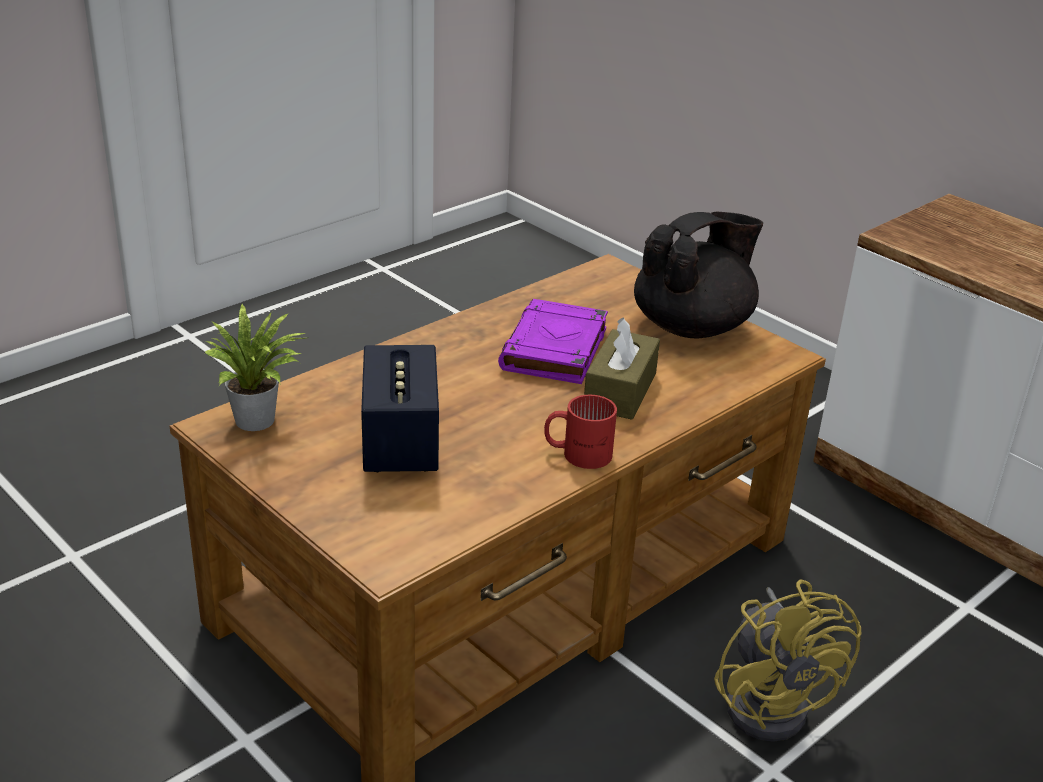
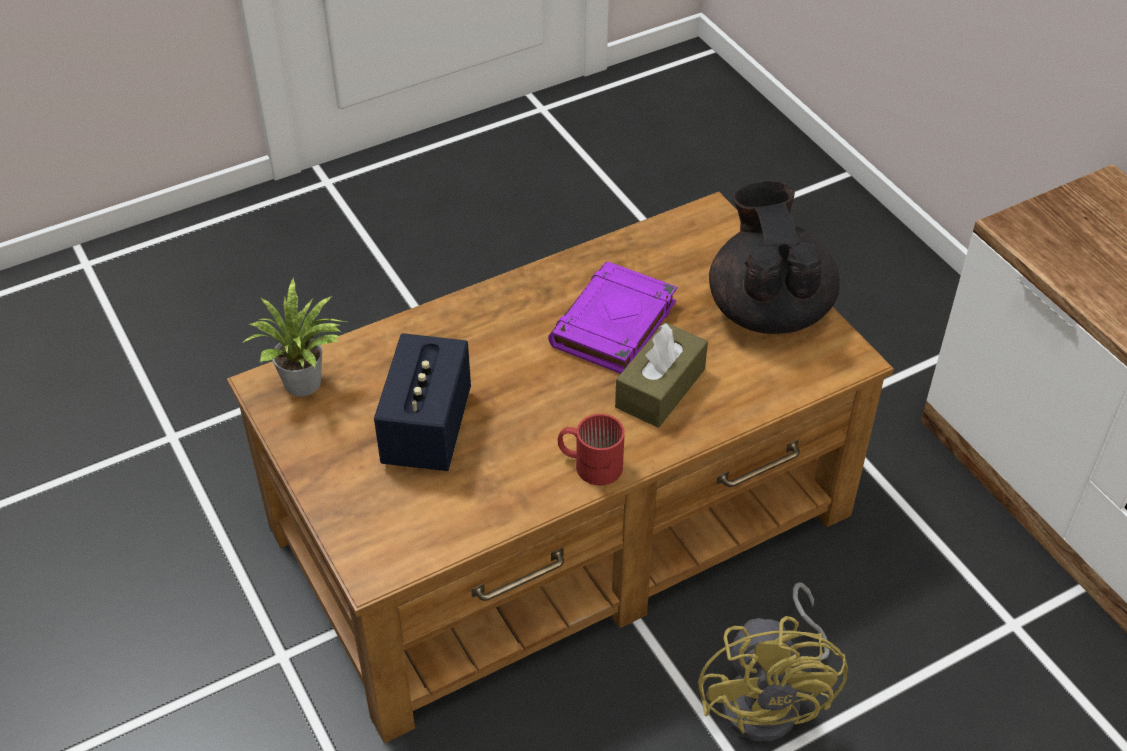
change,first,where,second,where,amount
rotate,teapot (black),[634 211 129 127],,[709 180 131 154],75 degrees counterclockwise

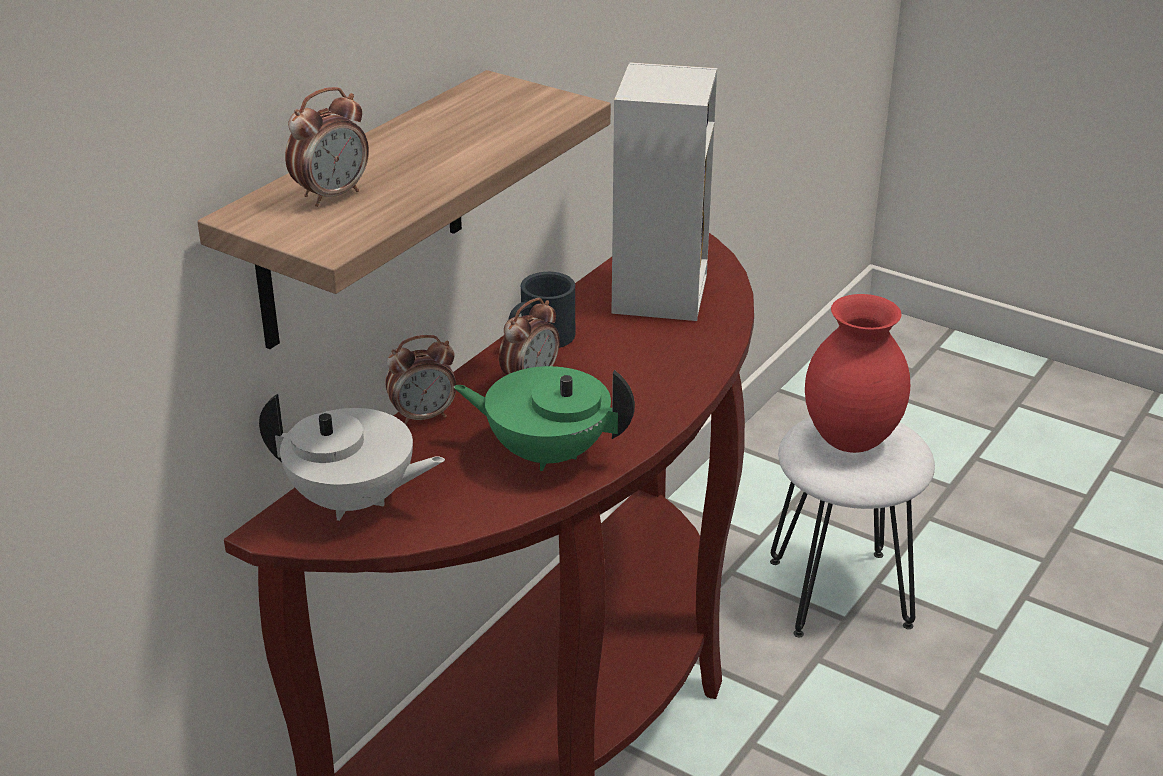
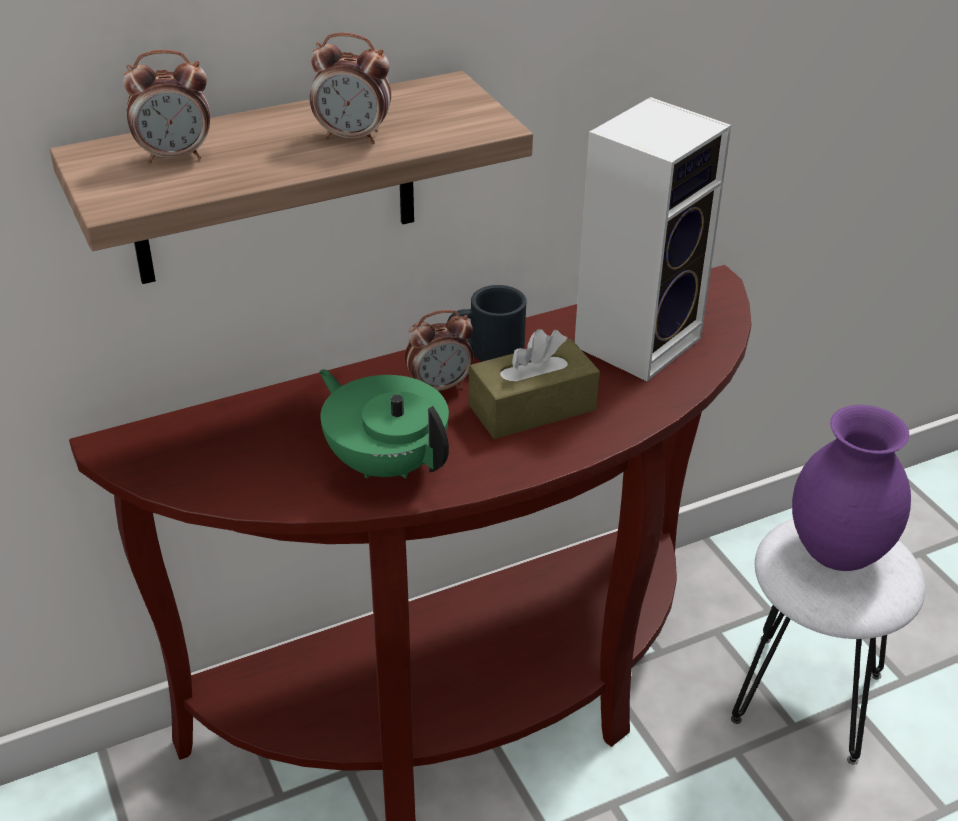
change,first,where,second,where,amount
delete,teapot (white),[259 394 186 127],,,
insert,,,tissue box (brown),[469 329 131 110],
move,alarm clock,[385 335 72 90],,[310 33 81 111],
recolor,vase (red),[805 294 105 159],vase (purple),[792 405 119 166],

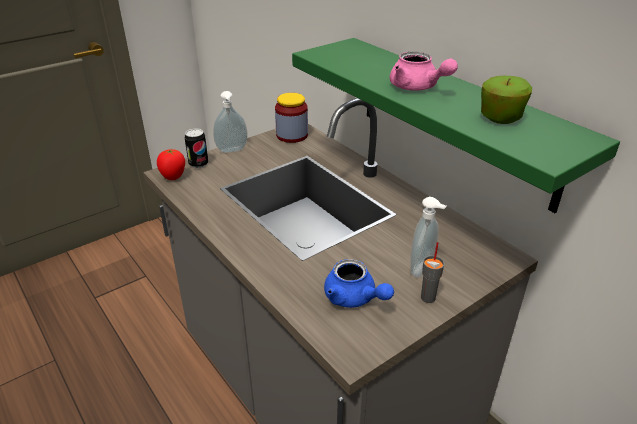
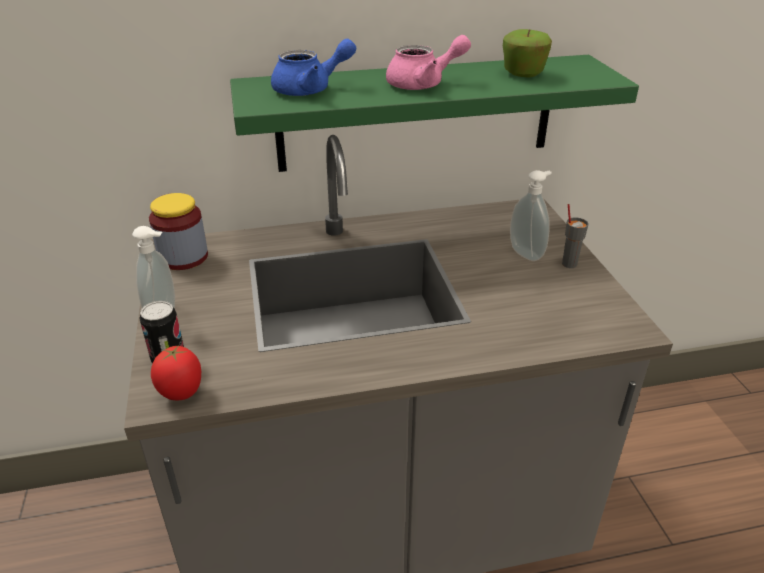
change,first,where,second,where,amount
move,teapot (blue),[324 259 70 49],,[271 39 85 57],

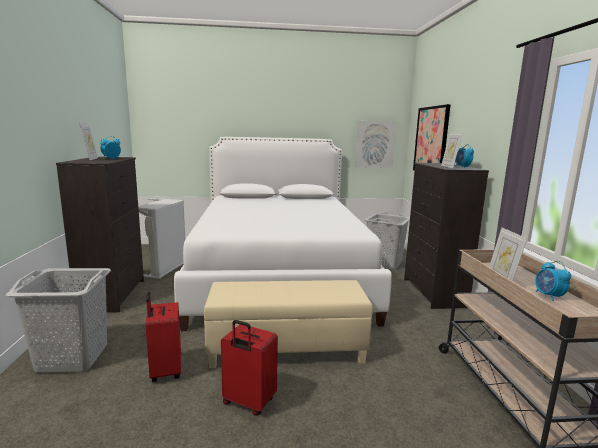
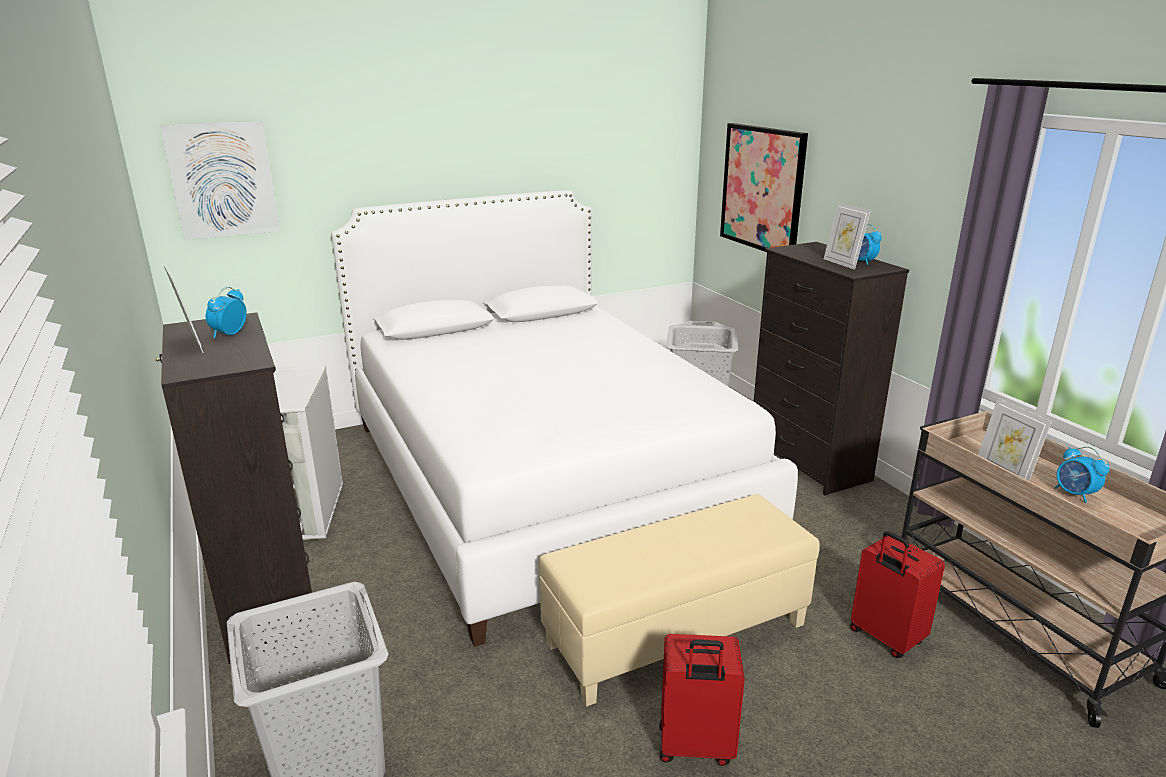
change,first,where,second,where,amount
move,suitcase (red),[145 292 36 90],,[850 531 95 127],
move,picture,[355 121 41 47],,[160 121 120 119],

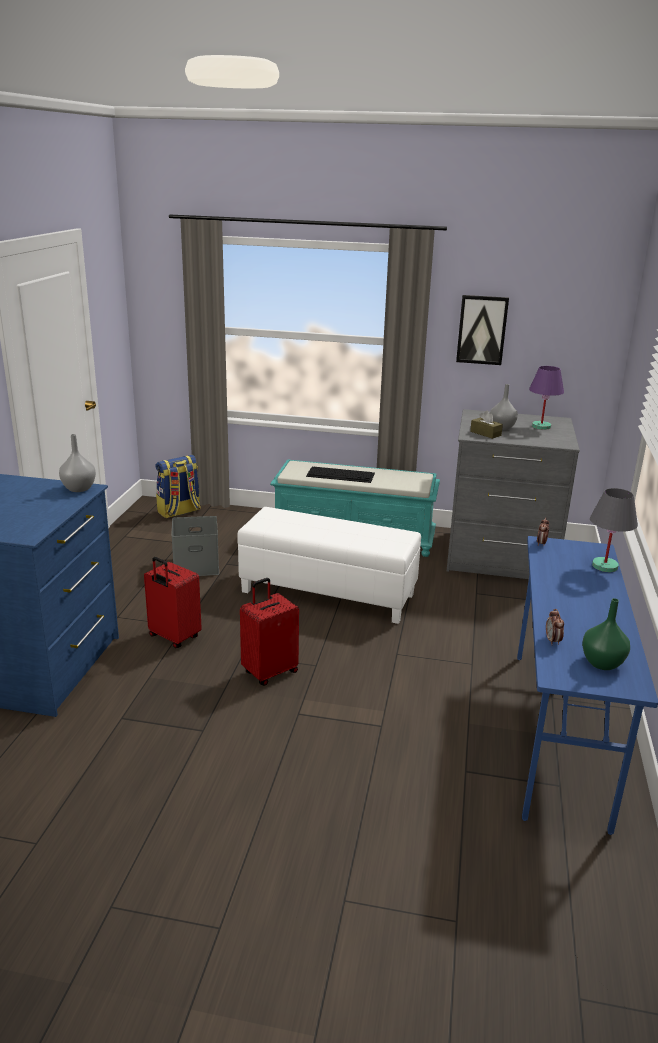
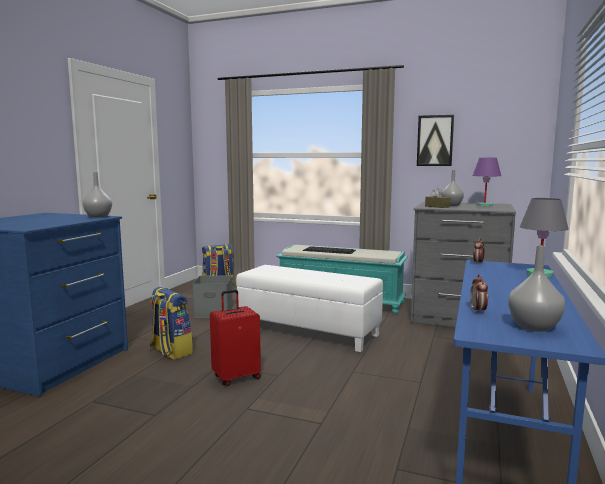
change,first,where,second,where,amount
replace,suitcase (red),[144 557 58 91],backpack,[150 287 43 73],
recolor,vase (green),[582 598 48 72],vase (grey),[508 245 57 87],

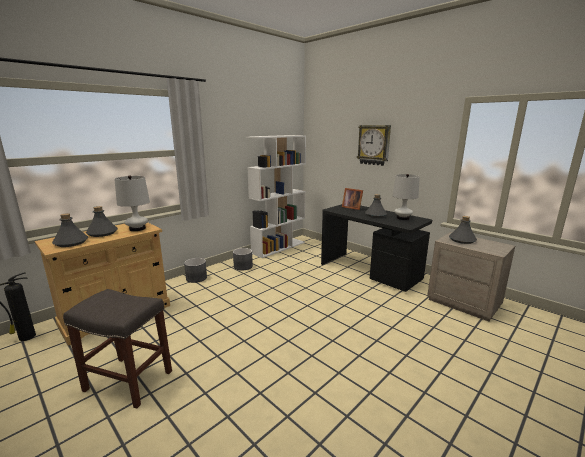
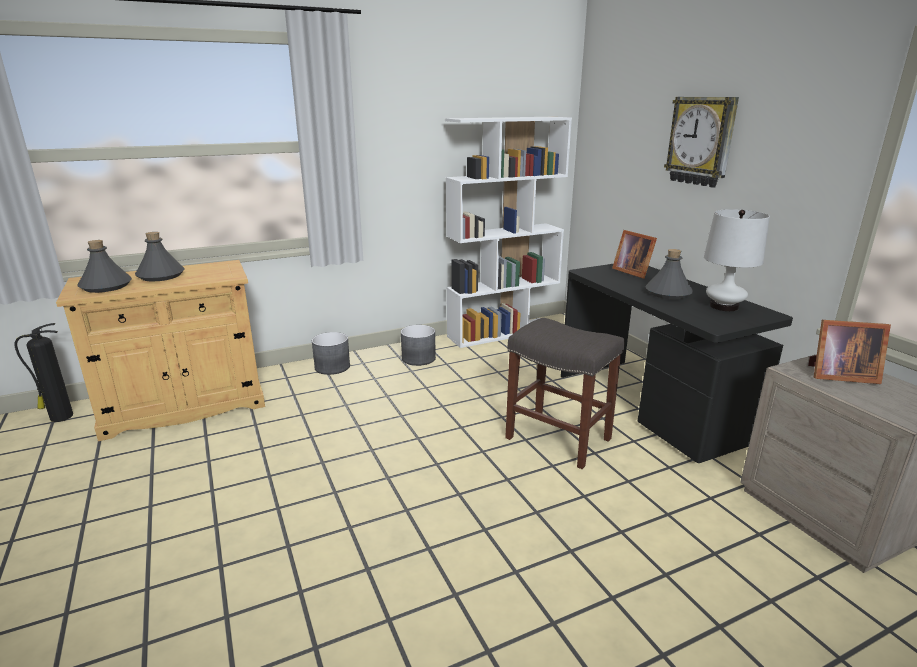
change,first,where,second,where,amount
delete,table lamp (white),[114 175 36 56],,,
move,stool (grey),[63 289 109 120],,[505 318 119 151],
replace,bottle (grey),[449 216 28 28],picture frame,[808 320 83 64],

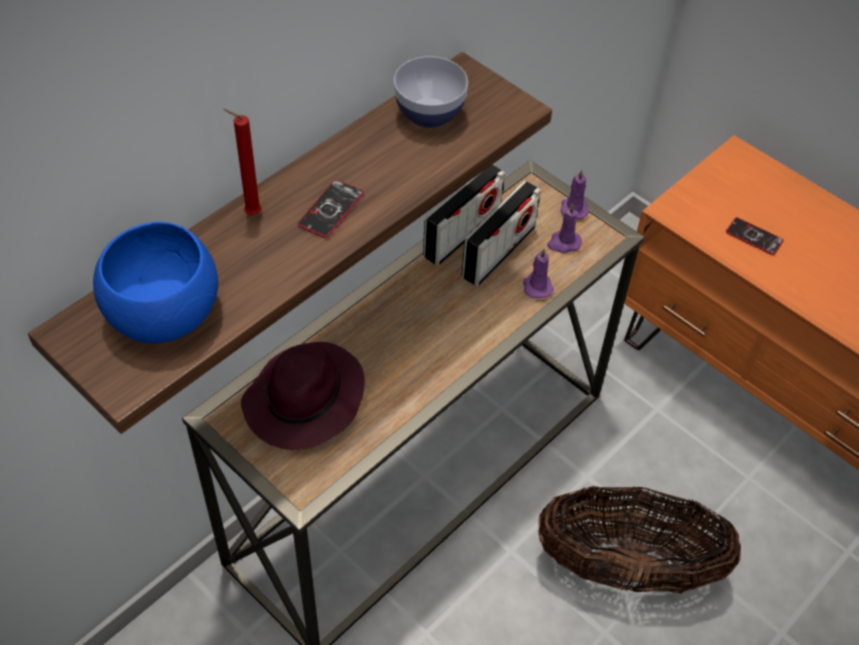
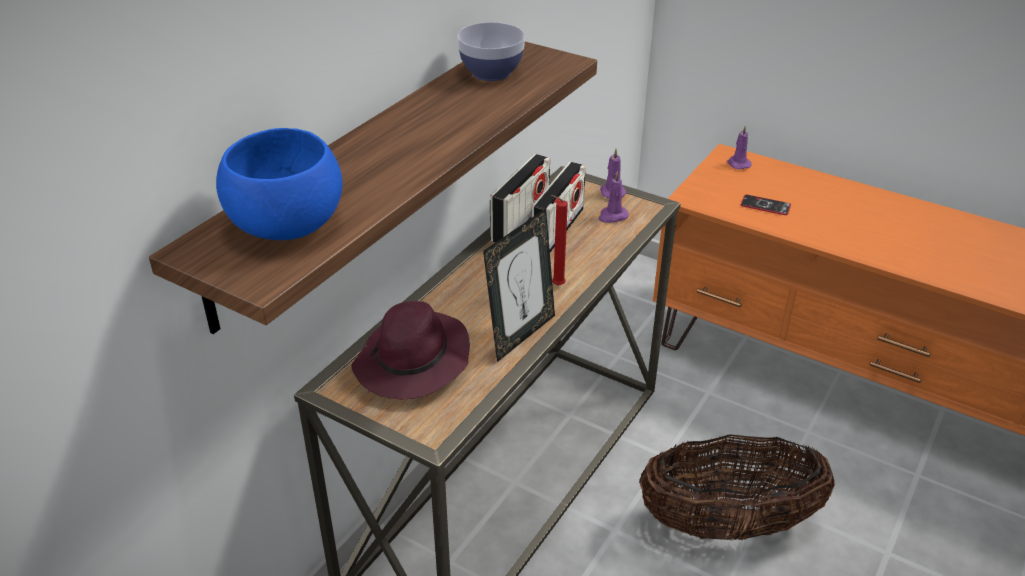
change,first,where,second,where,amount
delete,phone,[298 180 66 58],,,
insert,,,picture frame,[483 208 72 154],
move,candle (red),[223 109 39 106],,[551 195 17 91],
move,candle (purple),[523 248 31 50],,[727 125 25 45],

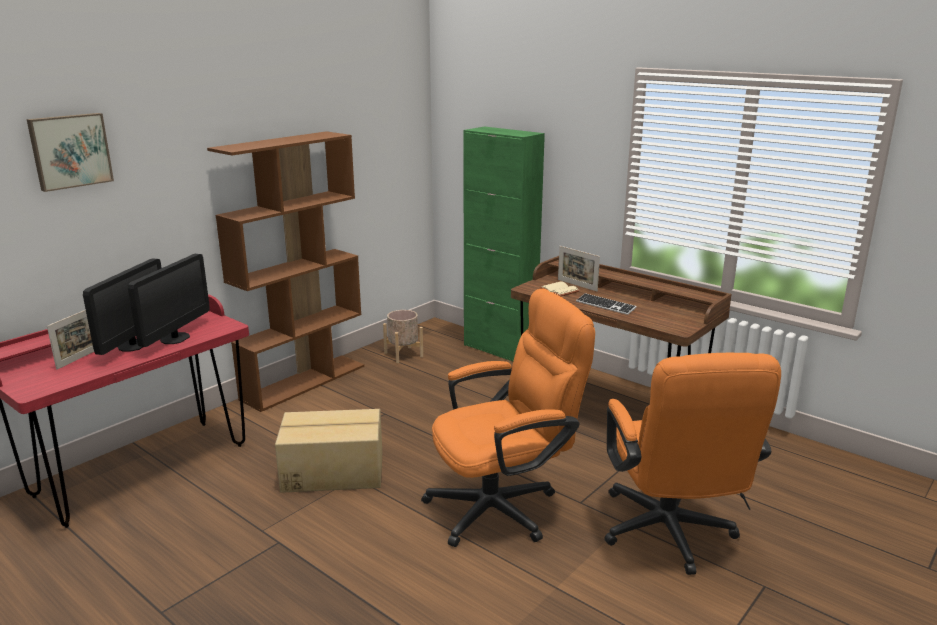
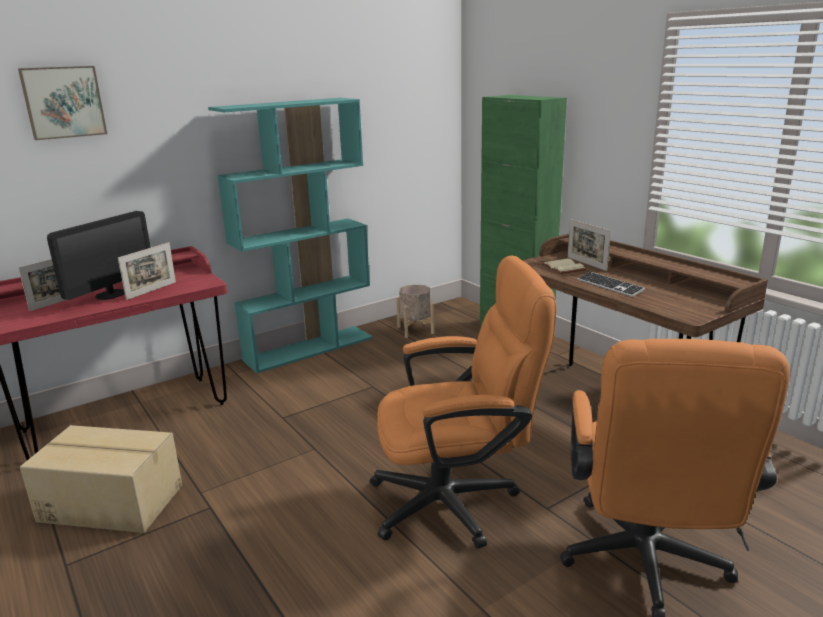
change,first,where,second,where,amount
move,cardboard box,[275 409 107 84],,[20 425 162 108],
replace,monitor,[128 254 82 93],picture frame,[118 242 58 58],
recolor,bookcase (brown),[207 131 157 281],bookcase (turquoise),[208 98 165 275],

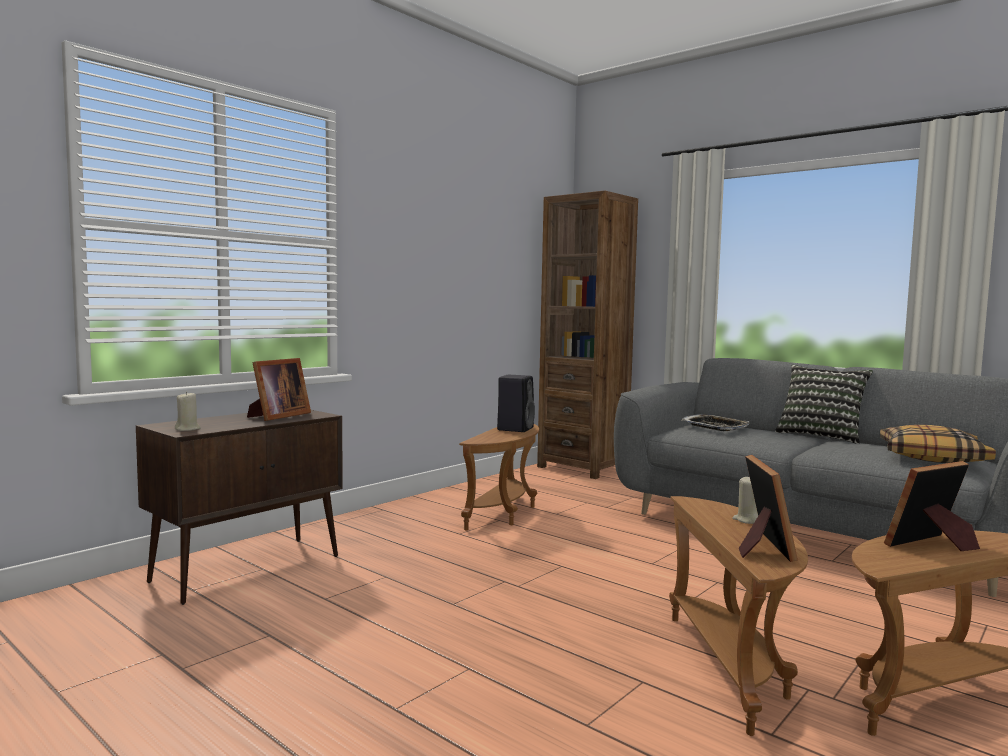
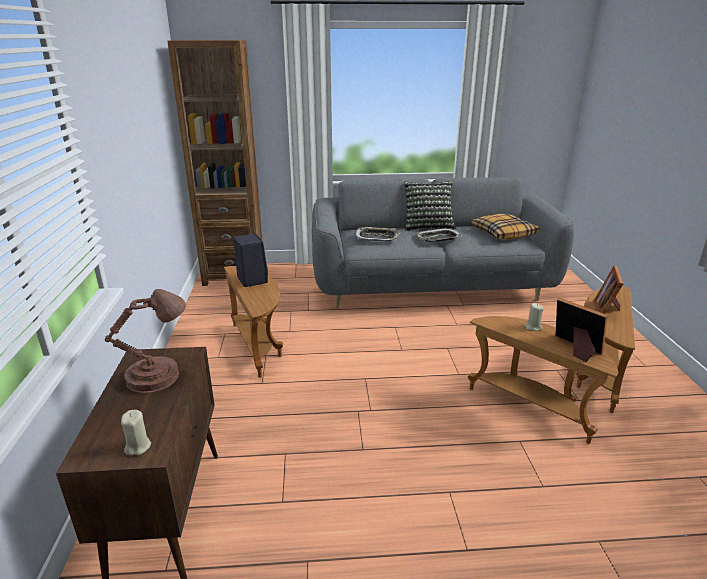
change,first,where,second,where,amount
insert,,,tray,[415 228 47 14],
replace,picture frame,[247 358 64 63],table lamp (brown),[105 289 81 104],

